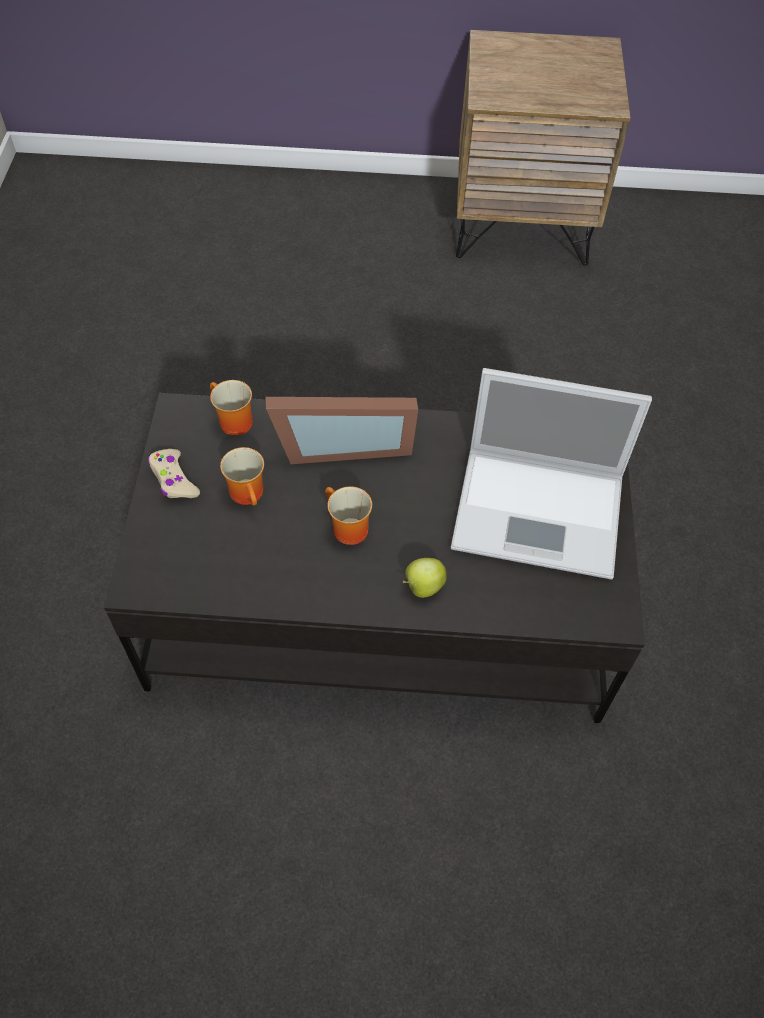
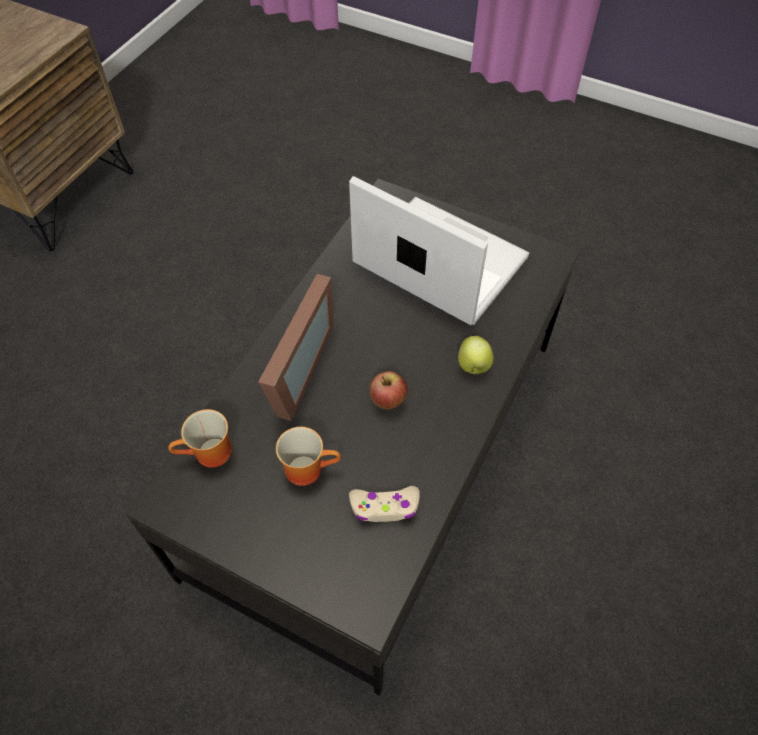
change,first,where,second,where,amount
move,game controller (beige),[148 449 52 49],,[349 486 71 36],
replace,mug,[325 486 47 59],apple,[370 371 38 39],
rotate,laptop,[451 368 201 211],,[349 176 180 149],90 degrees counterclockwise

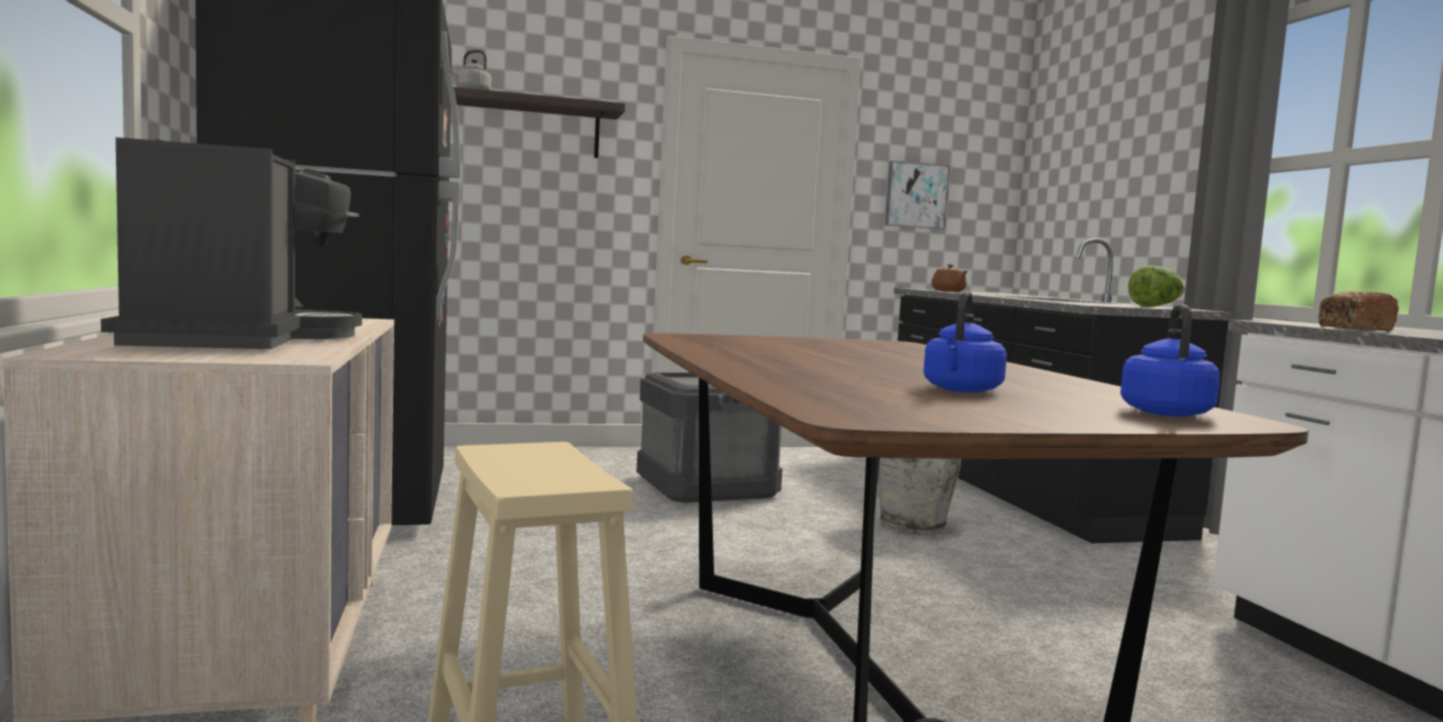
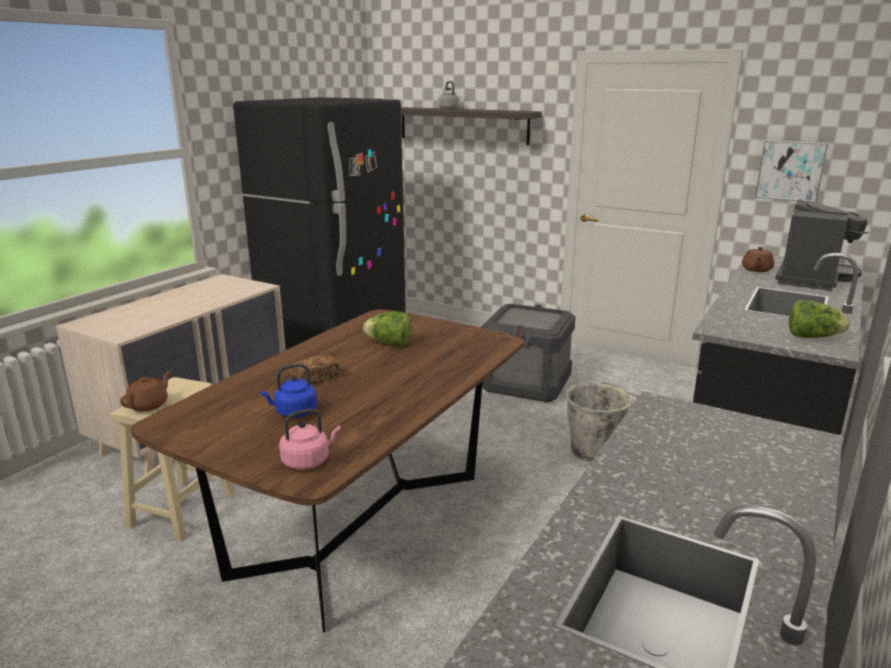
change,first,where,second,where,amount
insert,,,teapot (brown),[120 371 51 41],
insert,,,lettuce,[363 311 48 35],
move,coffee machine,[101 137 261 212],,[775 199 94 92],
move,bread,[1319 291 80 40],,[290 355 49 30],
recolor,kettle (blue),[1120 304 100 113],kettle (pink),[279 409 62 61],

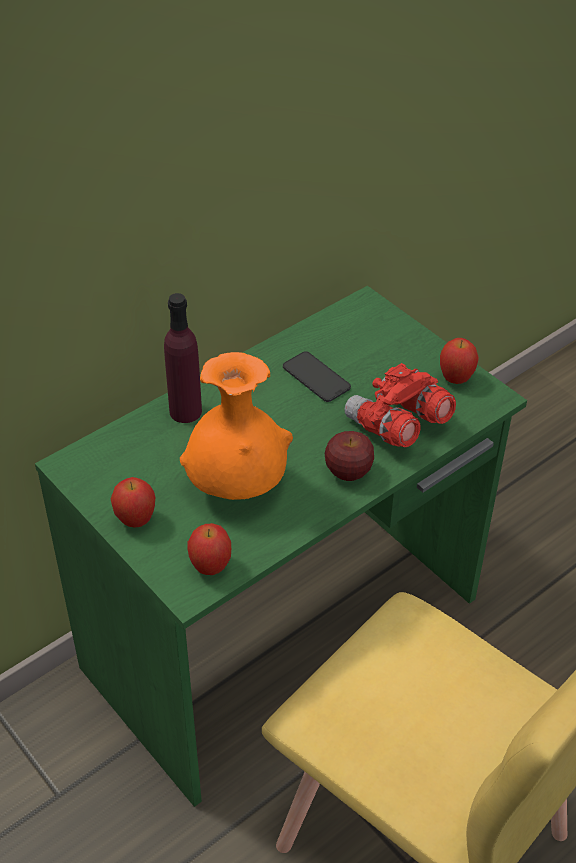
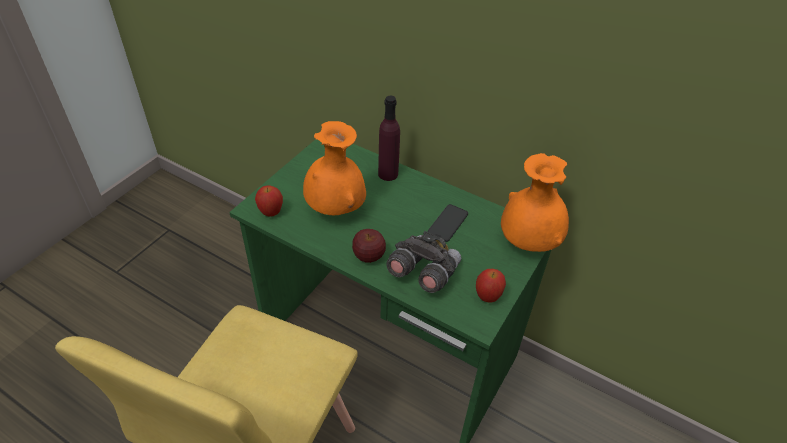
change,first,where,second,where,amount
delete,apple,[111 477 44 51],,,
insert,,,vase (orange),[501 153 68 99],
recolor,binoculars (red),[345 363 111 84],binoculars (grey),[386 231 75 62],

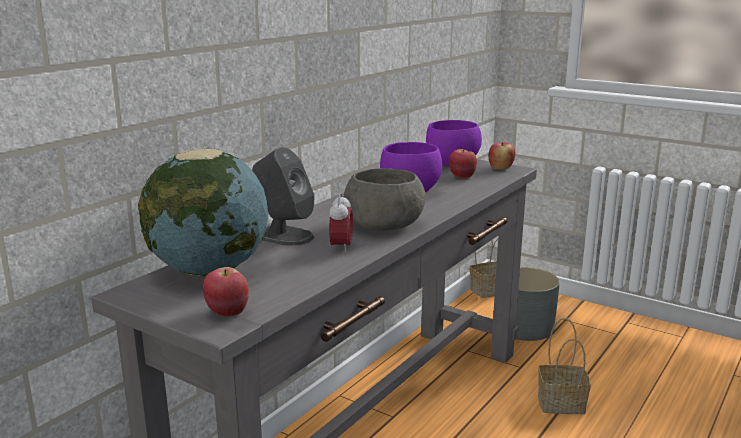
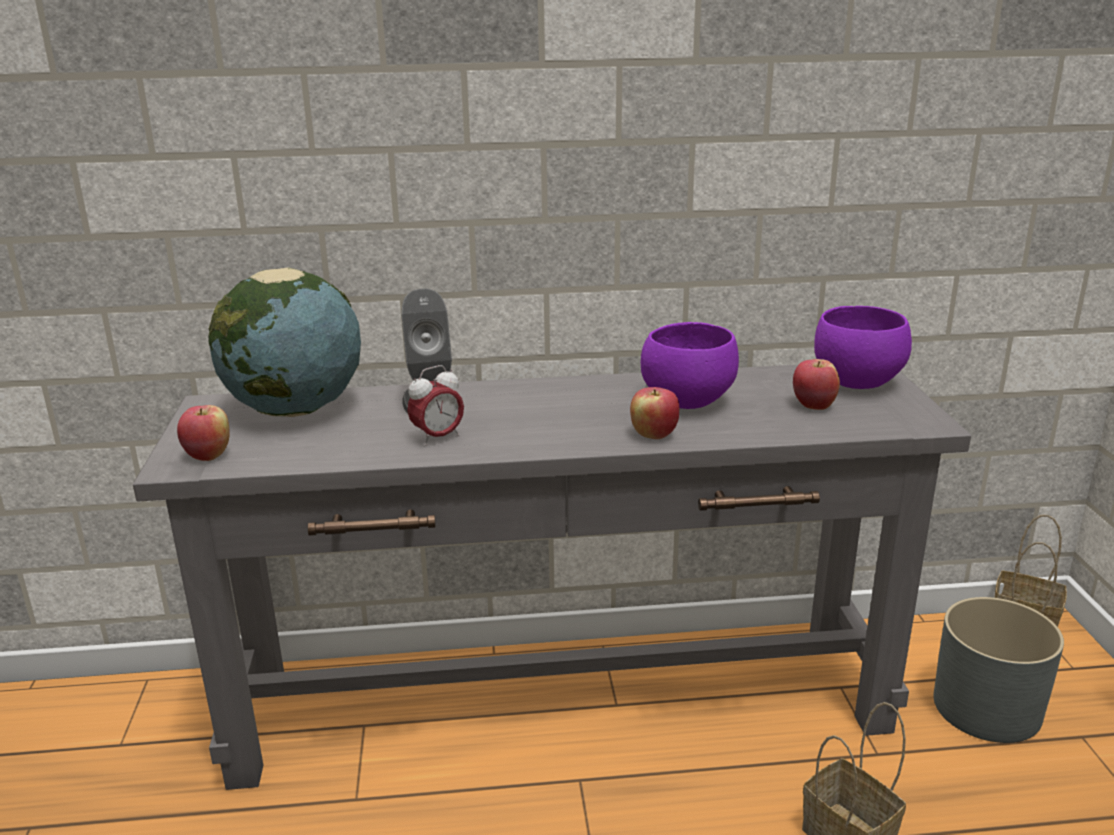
change,first,where,second,where,amount
delete,bowl (grey),[344 168 82 63],,,
move,apple,[488 142 27 28],,[630 387 49 52],

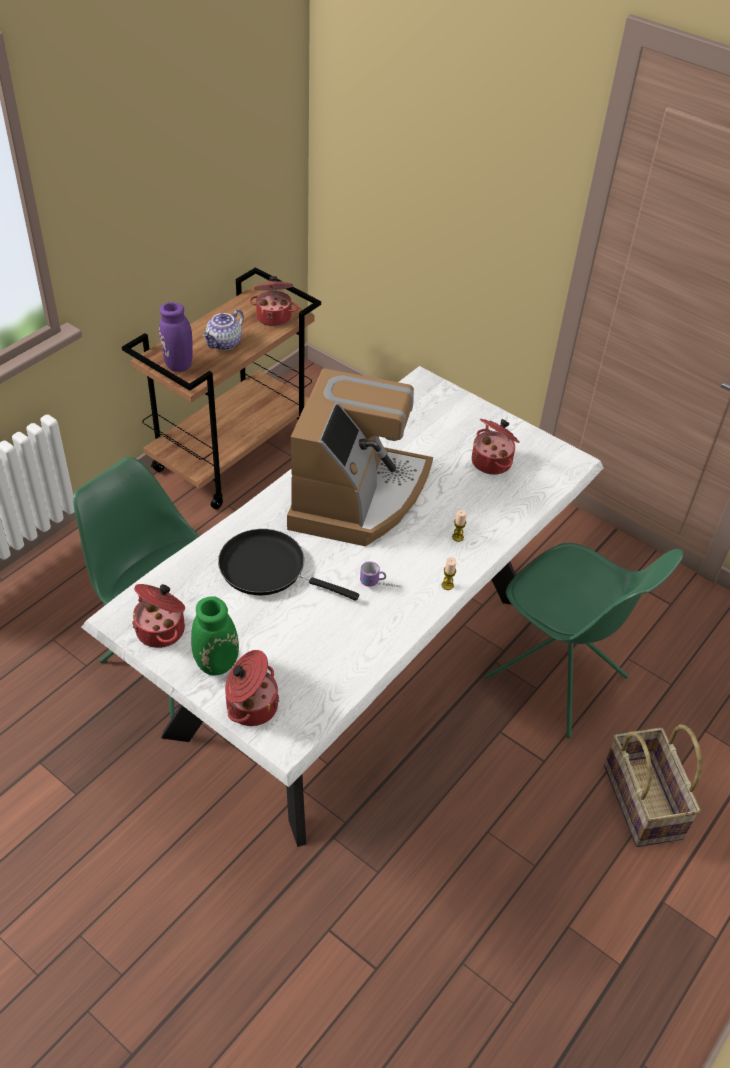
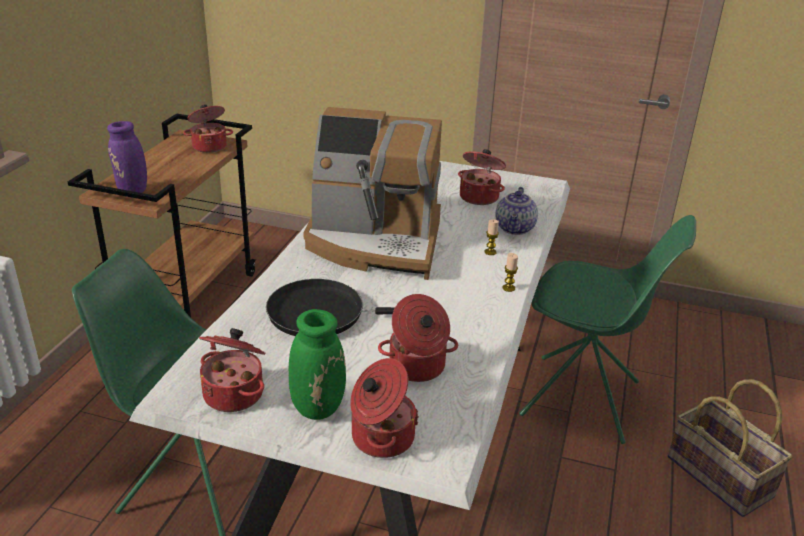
change,first,where,second,where,amount
delete,mug,[360 561 42 26],,,
insert,,,cooking pot,[378 294 80 88],
move,teapot,[202 309 42 41],,[495 187 43 48],
rotate,coffee machine,[287 368 146 179],,[303 107 139 173],105 degrees clockwise

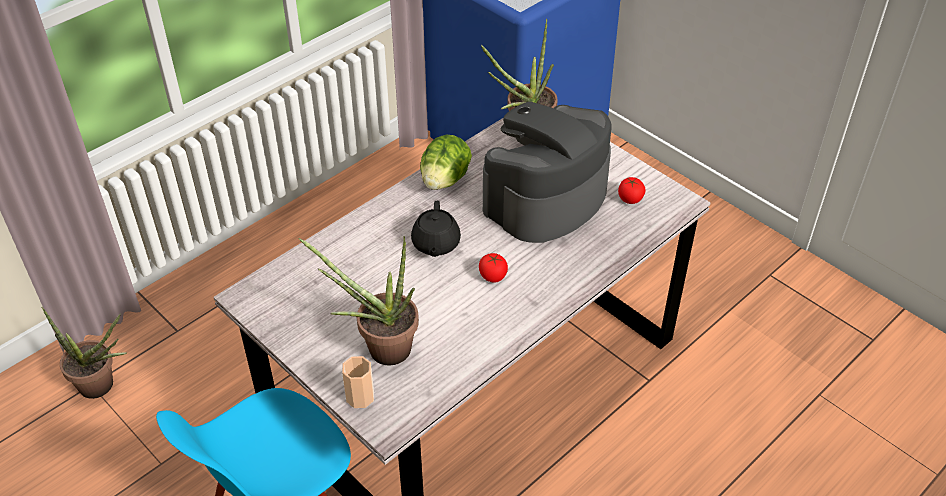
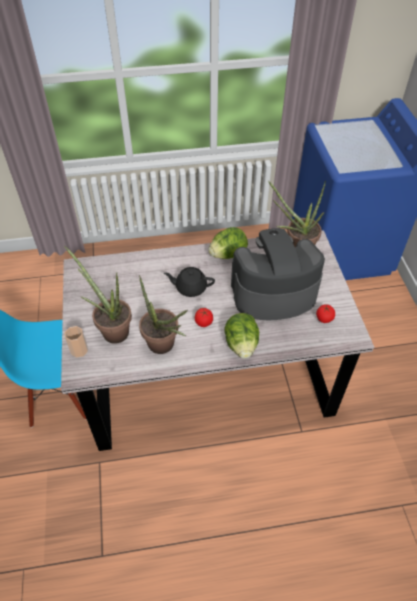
change,first,where,second,where,amount
insert,,,lettuce,[224 313 35 46],
move,potted plant,[41 307 86 92],,[139 275 49 79],
rotate,teapot (black),[411 201 50 56],,[164 267 51 30],60 degrees clockwise

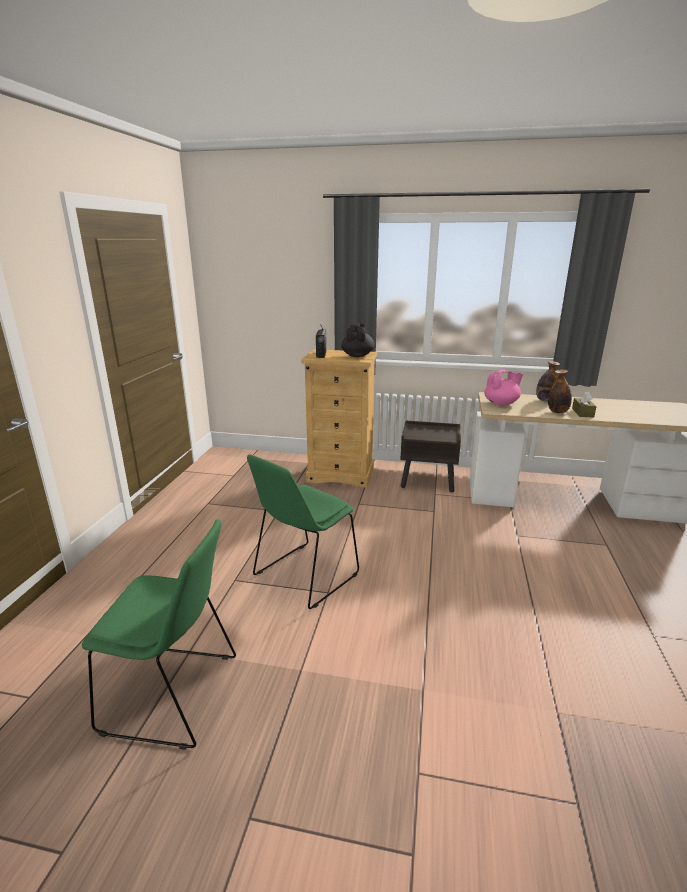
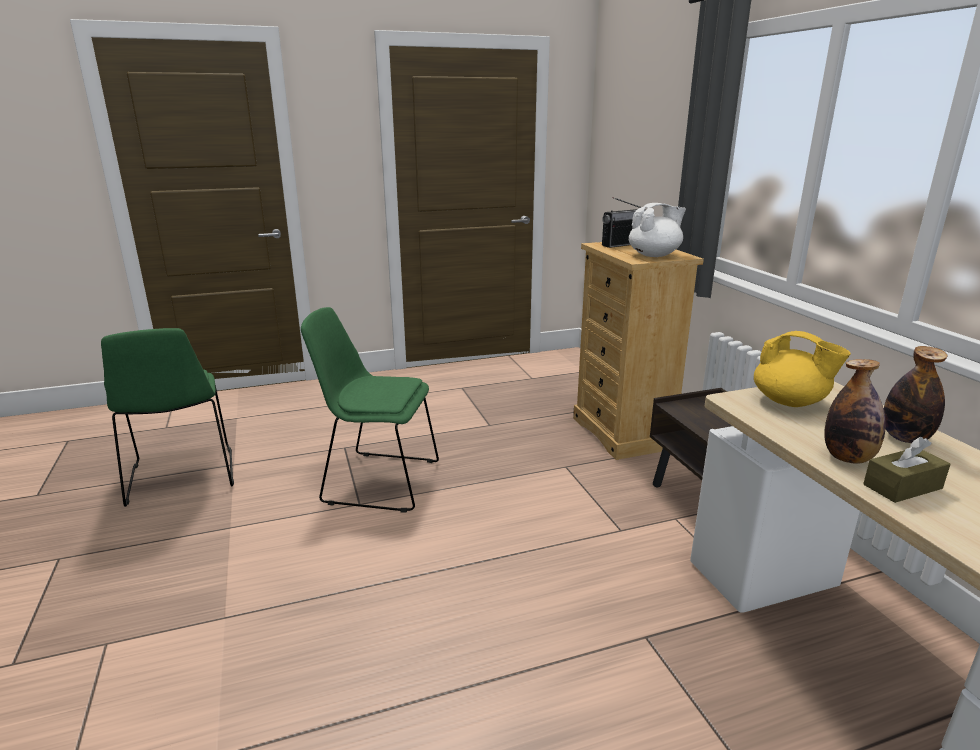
change,first,where,second,where,amount
recolor,teapot (black),[341 323 34 34],teapot (white),[629 203 57 54],
recolor,teapot (pink),[484 370 39 35],teapot (yellow),[754 331 97 76],

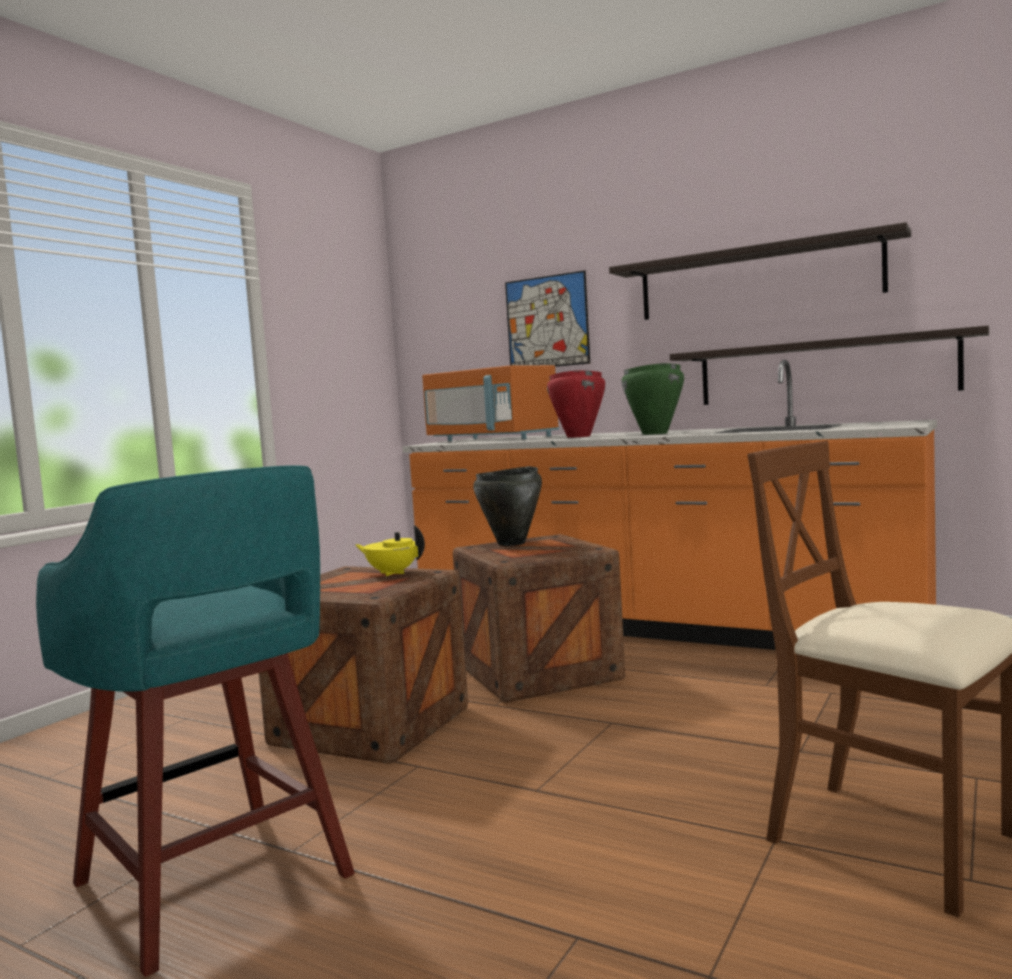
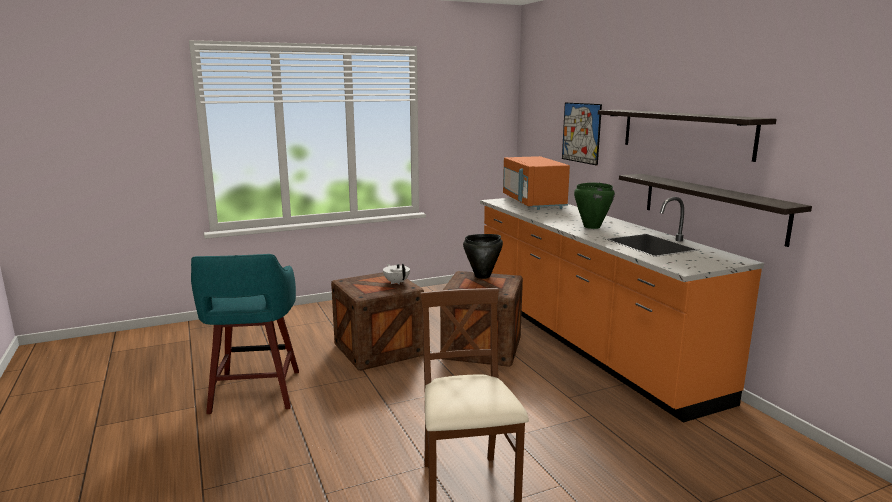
change,first,where,second,where,amount
delete,cooking pot (red),[547 370 58 68],,,
recolor,teapot (yellow),[355 526 70 50],teapot (white),[383 264 27 21],

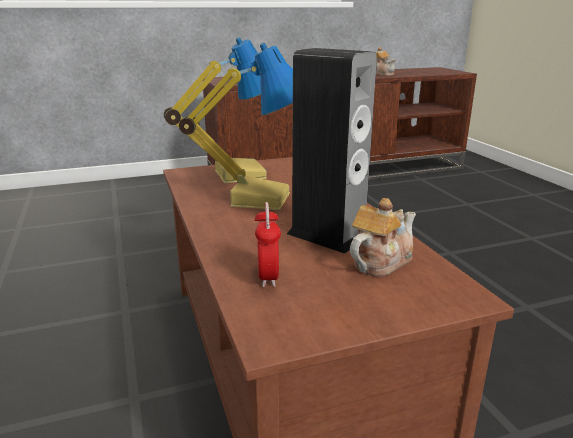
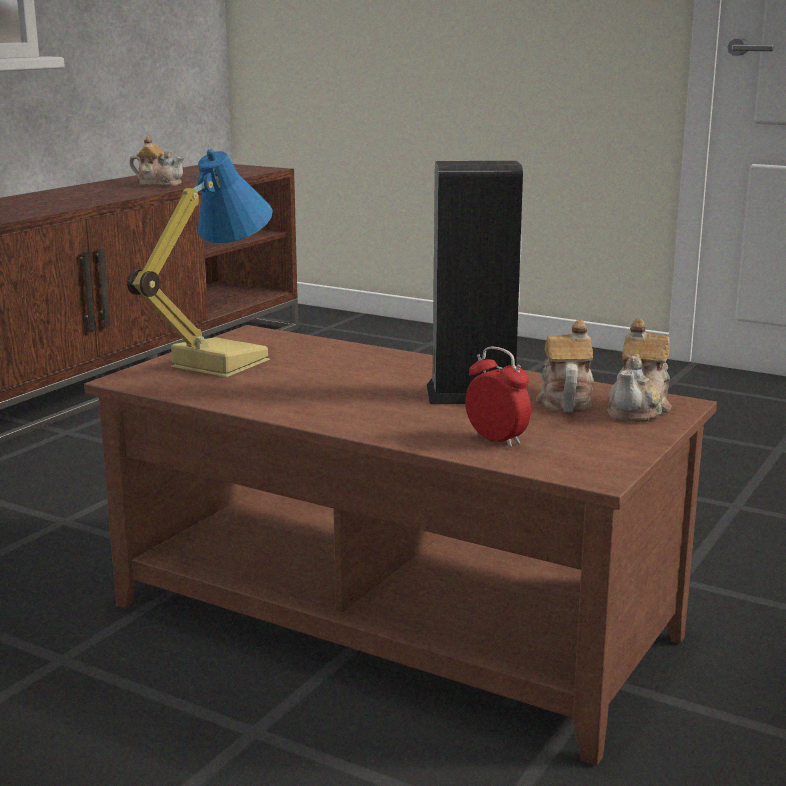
change,first,where,second,where,amount
delete,table lamp,[179 43 114 167],,,
insert,,,teapot,[607 319 65 103],

